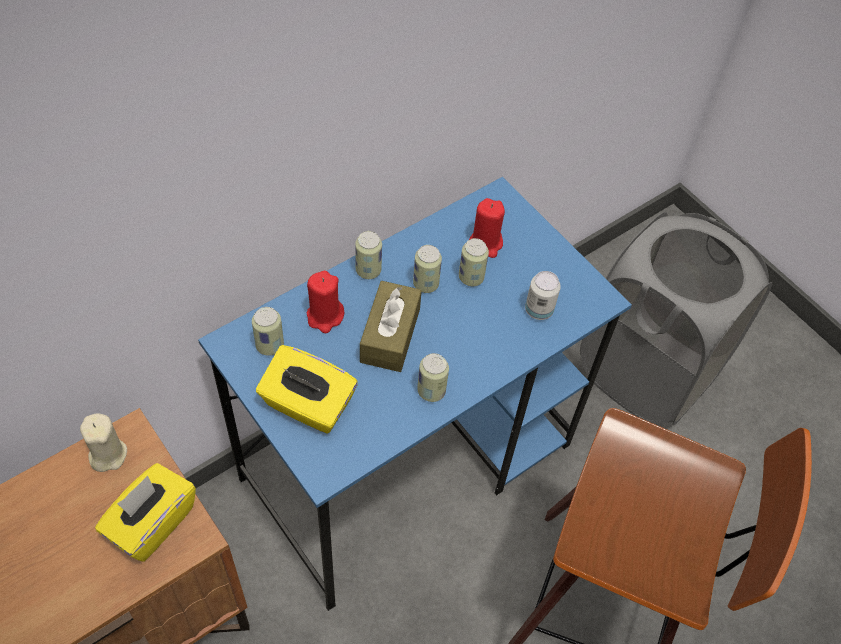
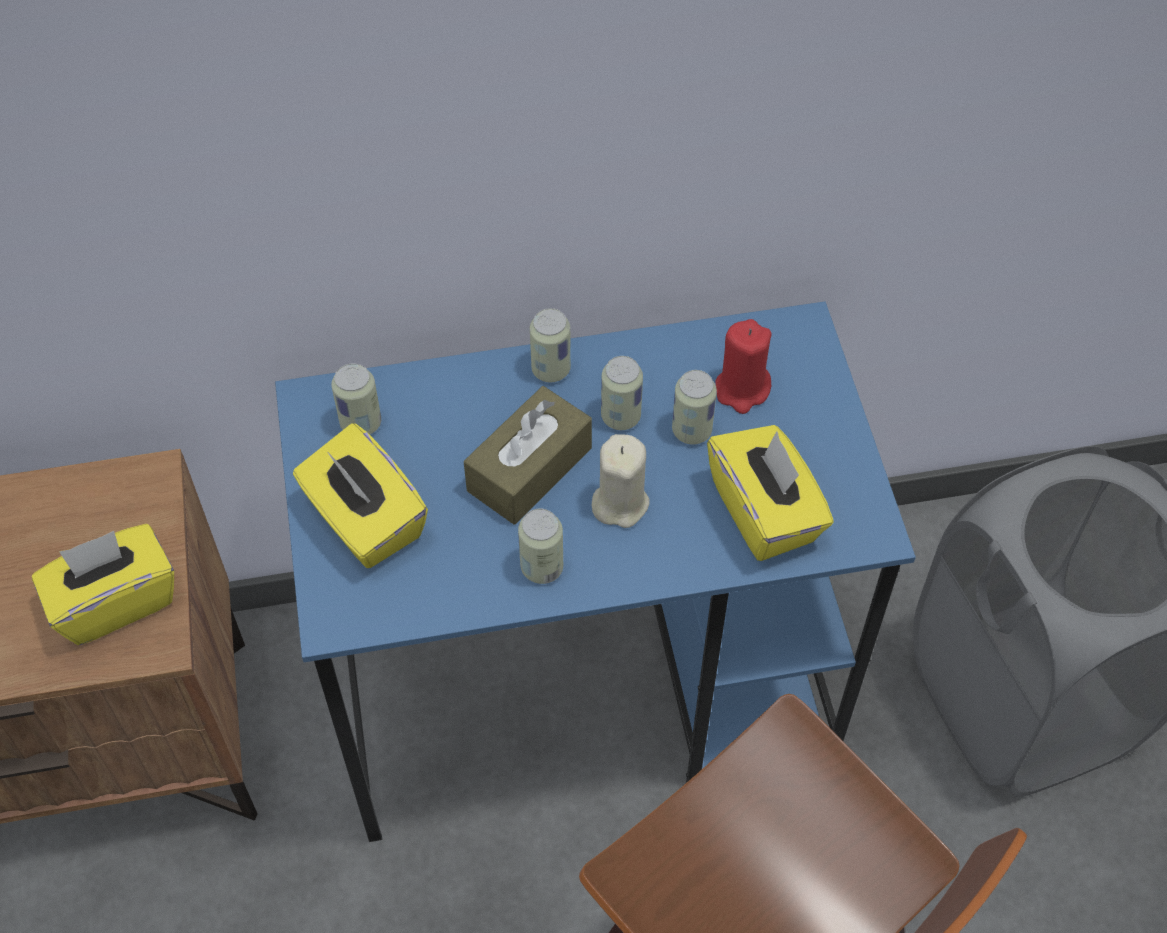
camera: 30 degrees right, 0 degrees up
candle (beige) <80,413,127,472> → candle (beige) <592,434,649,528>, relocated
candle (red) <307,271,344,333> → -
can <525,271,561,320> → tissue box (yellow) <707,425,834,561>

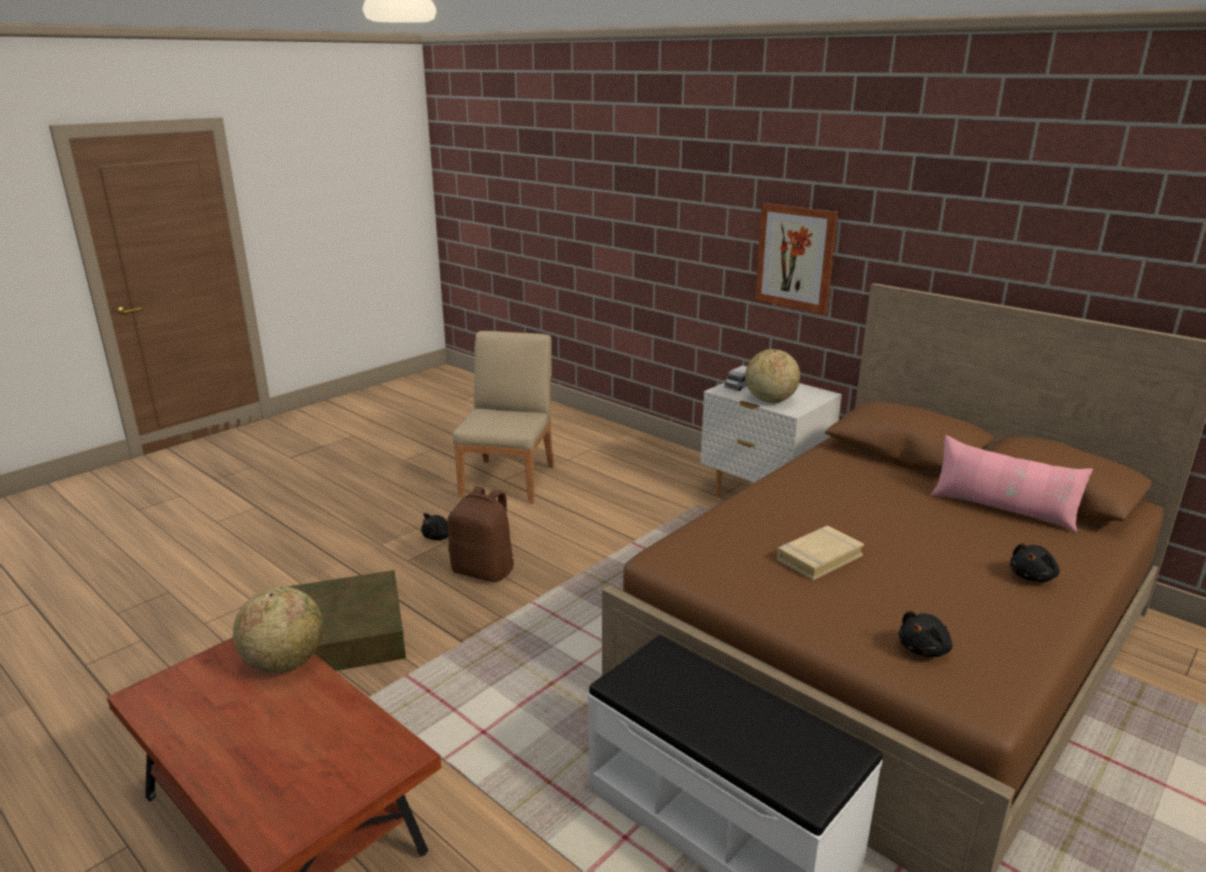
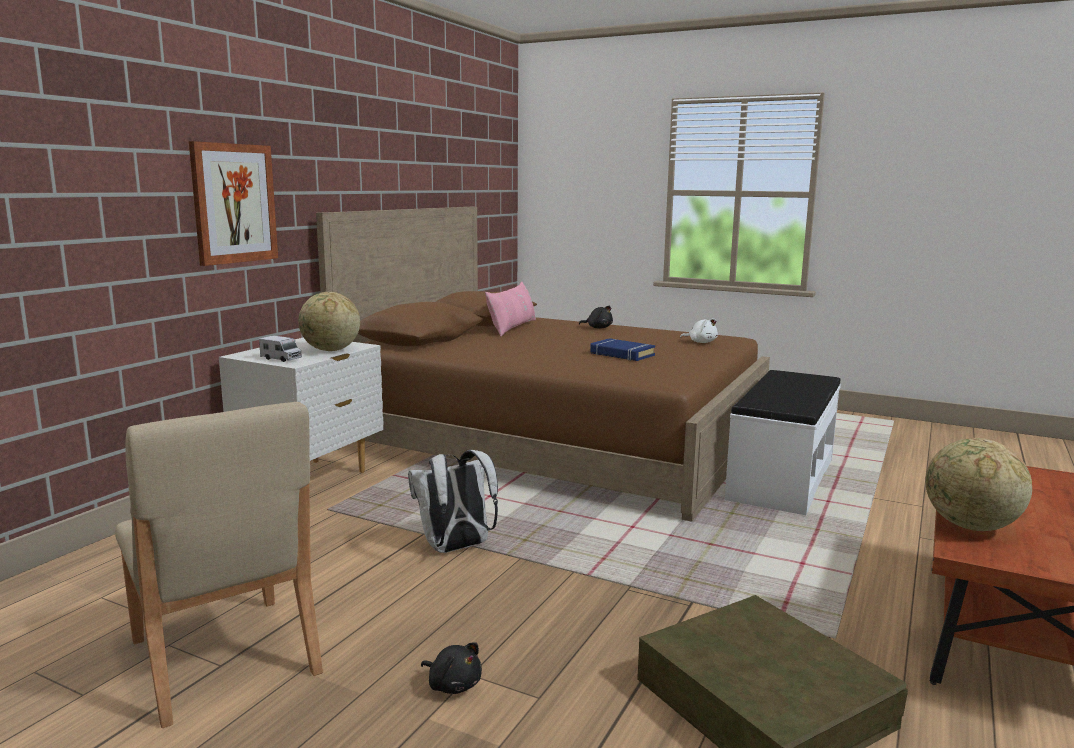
camera: 105 degrees left, 10 degrees down
backpack (brown) <448,486,514,582> → -
chair (beige) <453,331,554,504> → chair (beige) <115,402,323,728>, 120 degrees counterclockwise
book (beige) <777,526,864,580> → book (blue) <590,338,655,361>
plush toy (black) <899,611,953,657> → plush toy (white) <680,318,718,343>
- → backpack (white) <408,450,498,553>

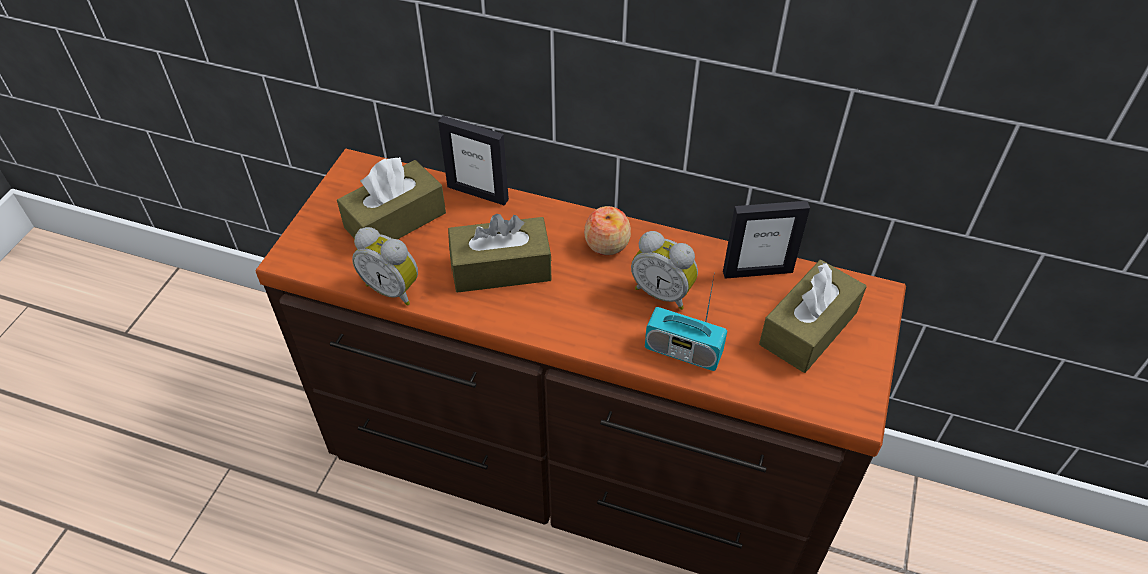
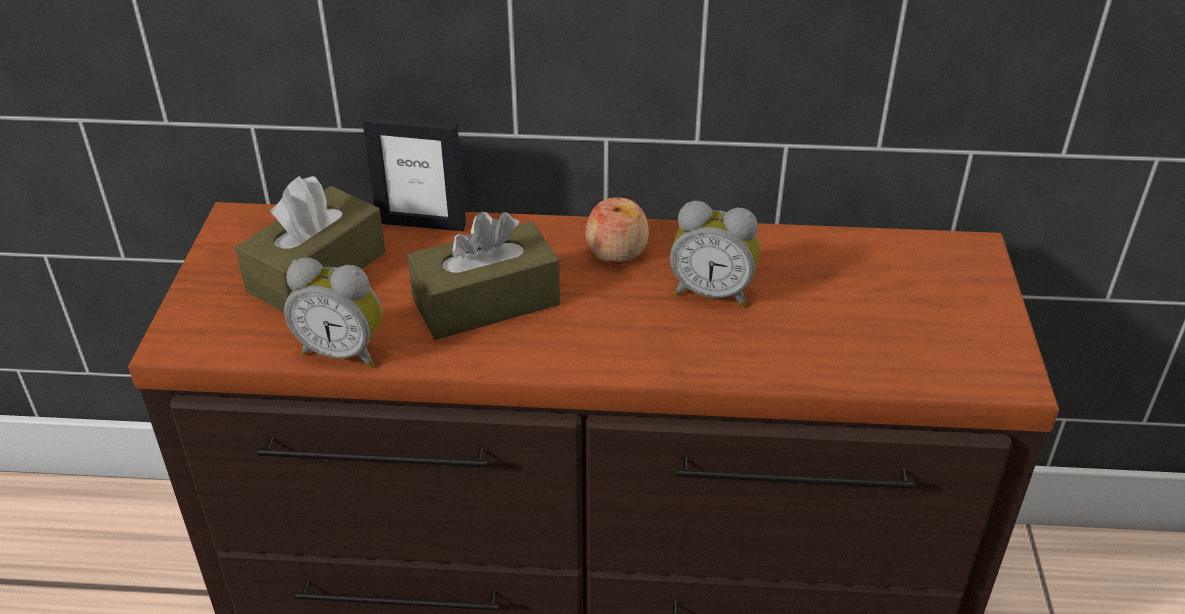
camera: 15 degrees left, 10 degrees down
radio <645,277,727,371> → -
picture frame <723,201,810,279> → -
tissue box (brown) <759,260,867,373> → -

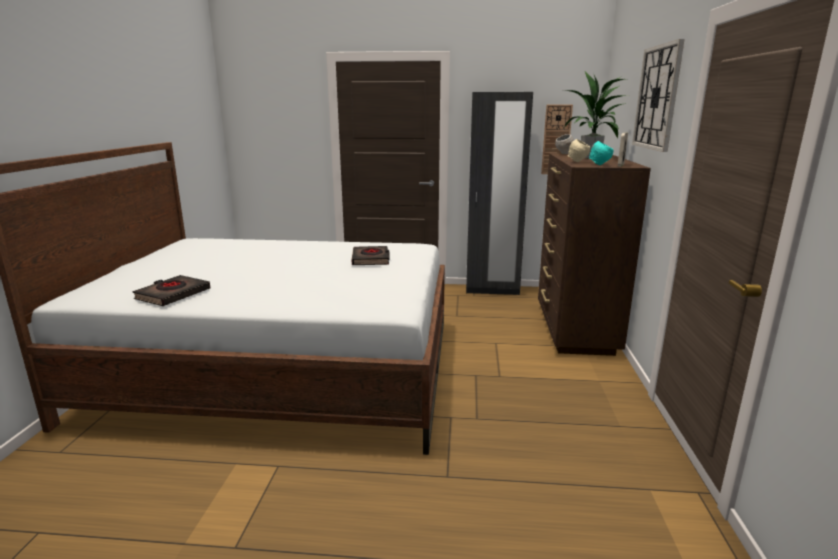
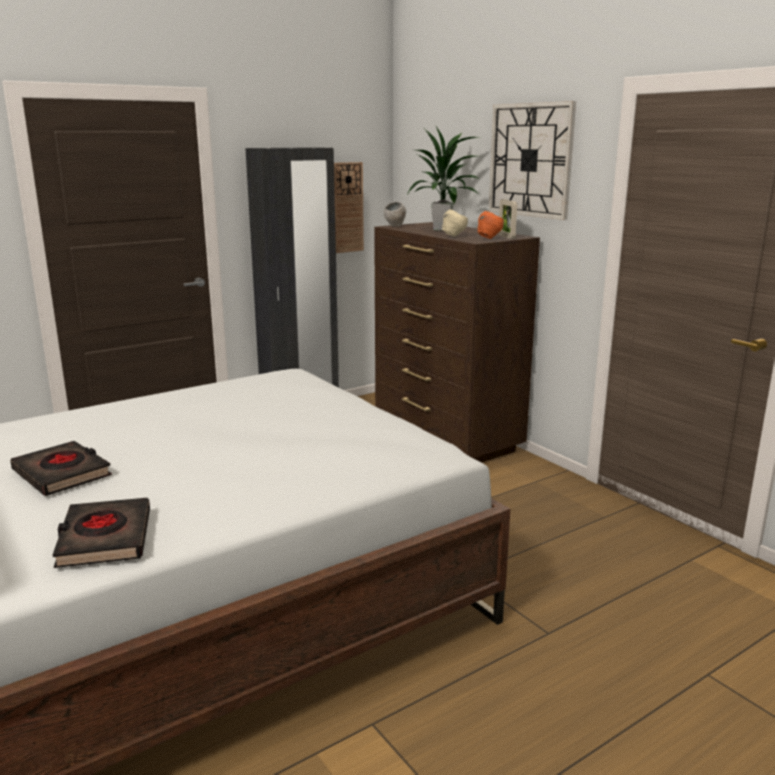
camera: 40 degrees left, 0 degrees up
book (black) <352,246,390,265> → book (black) <10,441,112,496>, relocated
bowl (turquoise) <589,141,614,165> → bowl (orange) <477,211,504,239>

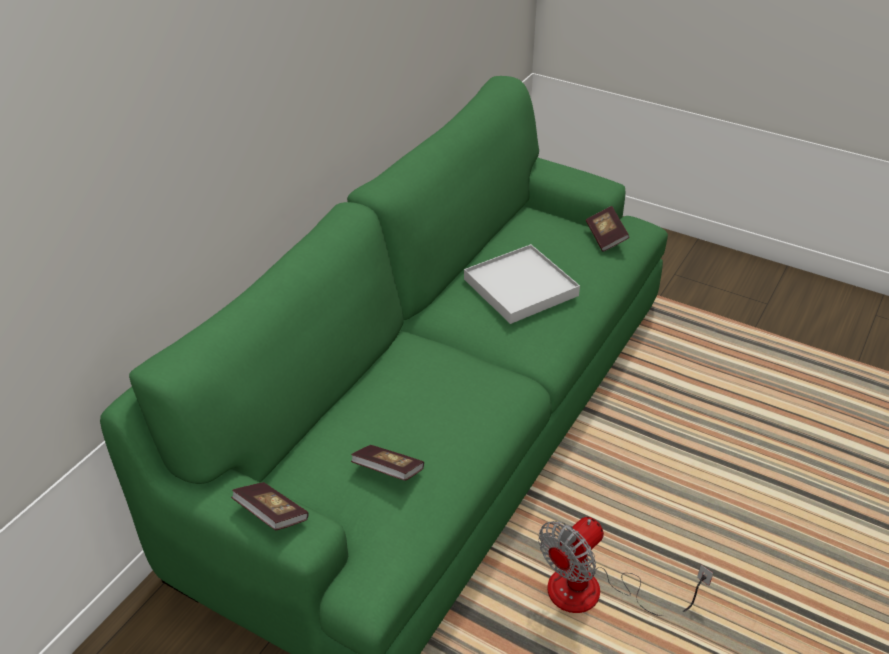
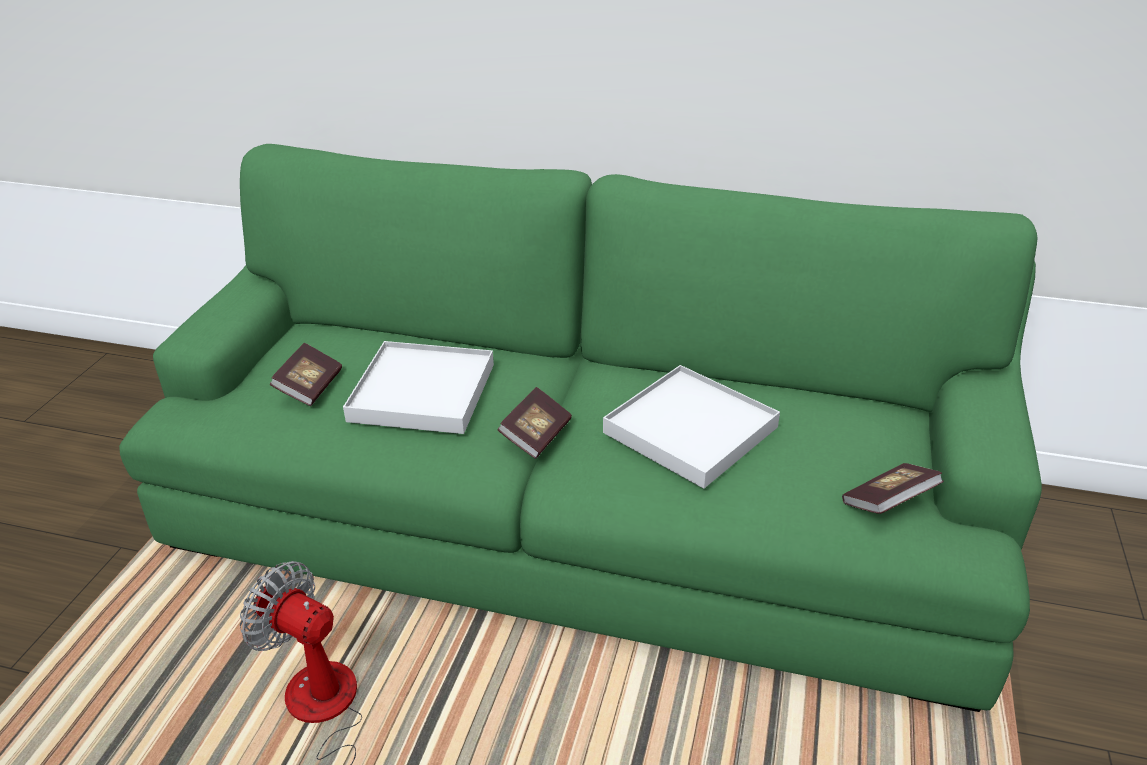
camera: 75 degrees right, 5 degrees down
book <231,482,309,530> → book <498,387,572,459>, relocated
- → tray (white) <343,341,494,434>

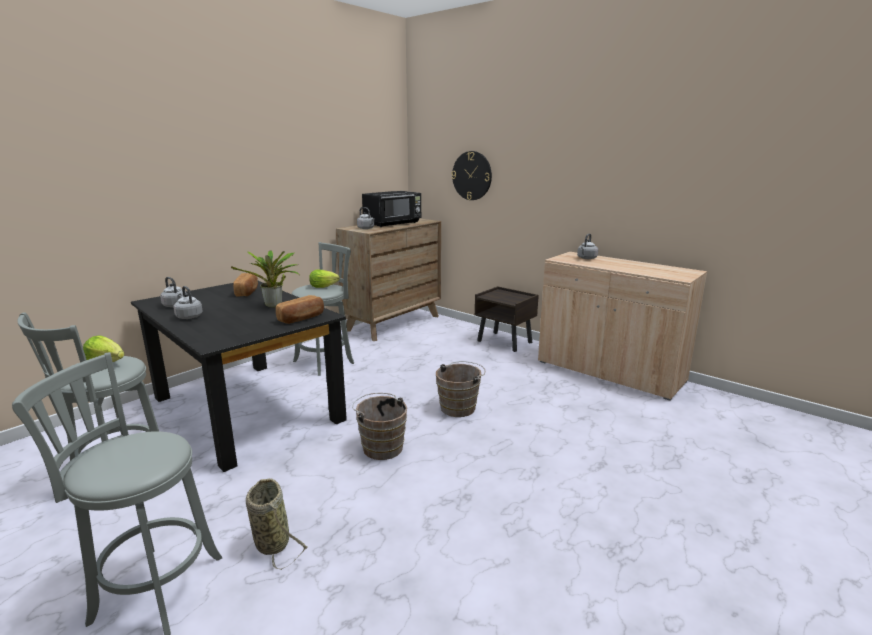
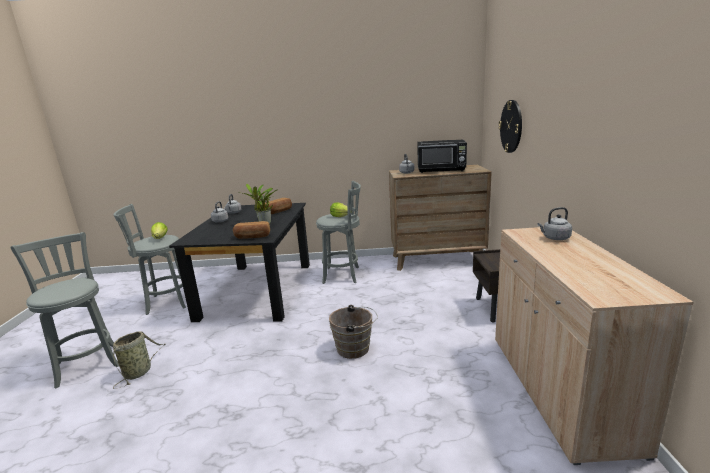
camera: 50 degrees right, 0 degrees up
bucket (brown) <352,393,407,460> → -

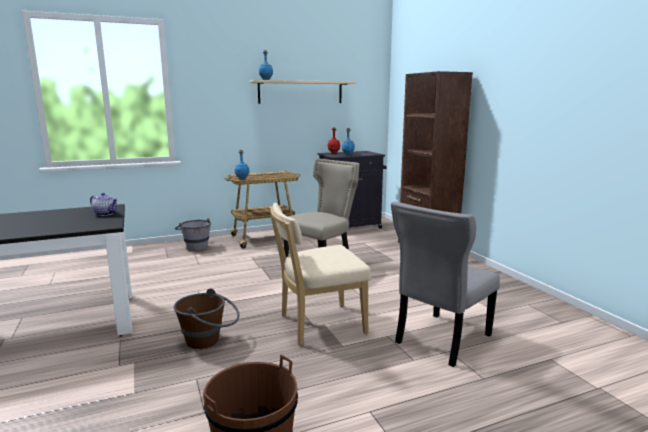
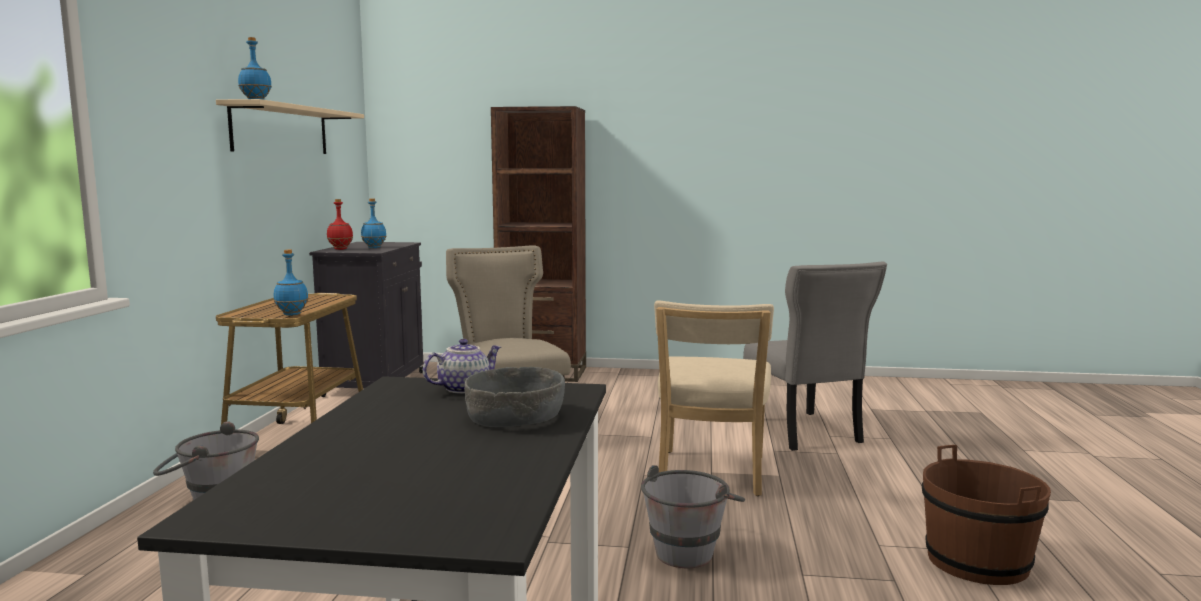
camera: 60 degrees left, 5 degrees down
bucket (brown) <174,288,239,349> → bucket (grey) <641,465,745,568>
- → bowl (grey) <464,367,565,427>

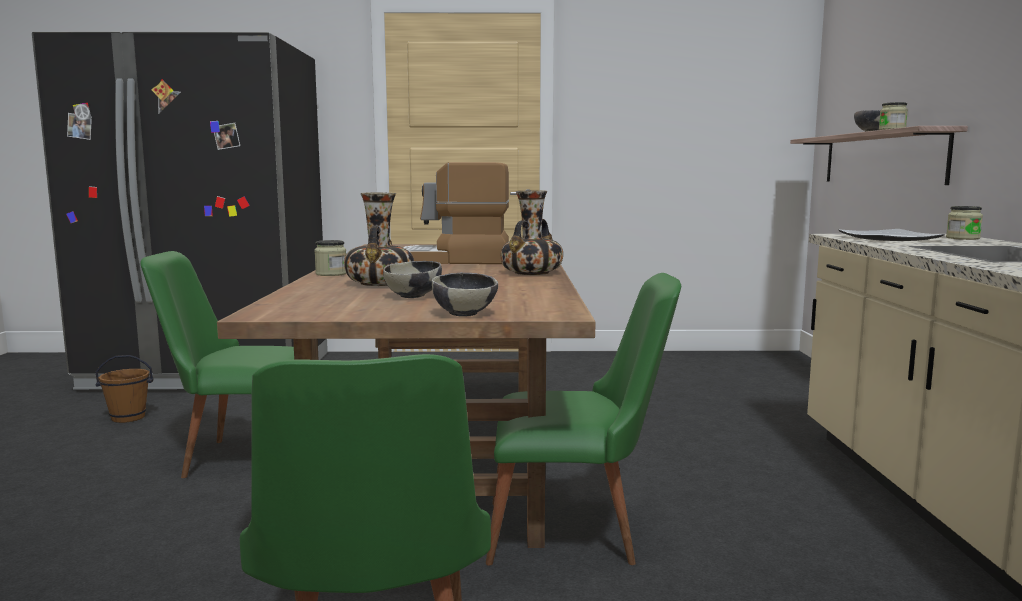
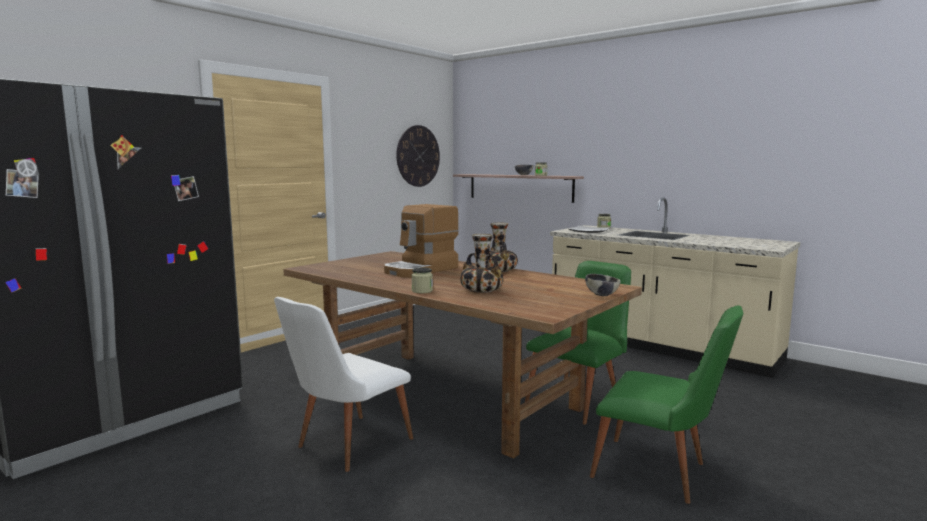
camera: 50 degrees left, 0 degrees up
bucket (brown) <96,355,154,423> → -
chair (green) <140,251,294,478> → chair (white) <274,297,413,472>
bowl <383,261,442,298> → -
- → wall clock <396,125,440,187>

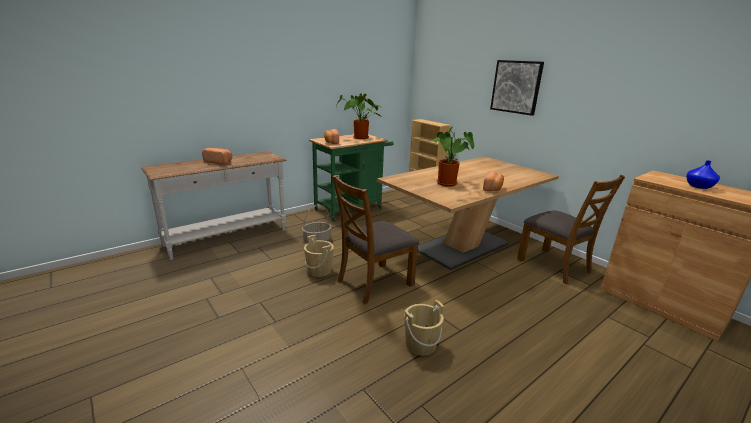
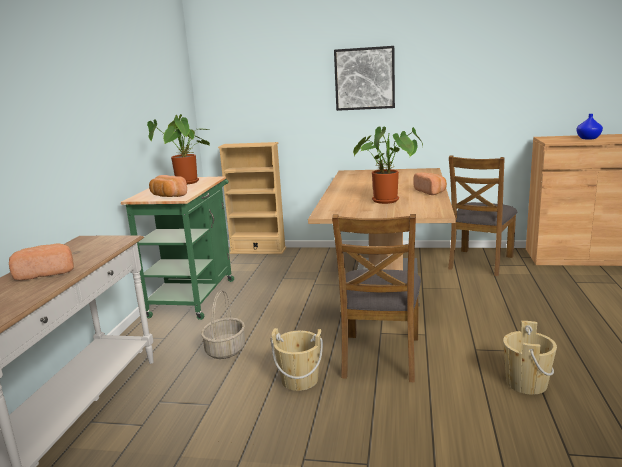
camera: 40 degrees left, 5 degrees down
chair (brown) <517,175,625,284> → chair (brown) <448,155,518,276>, 105 degrees clockwise

